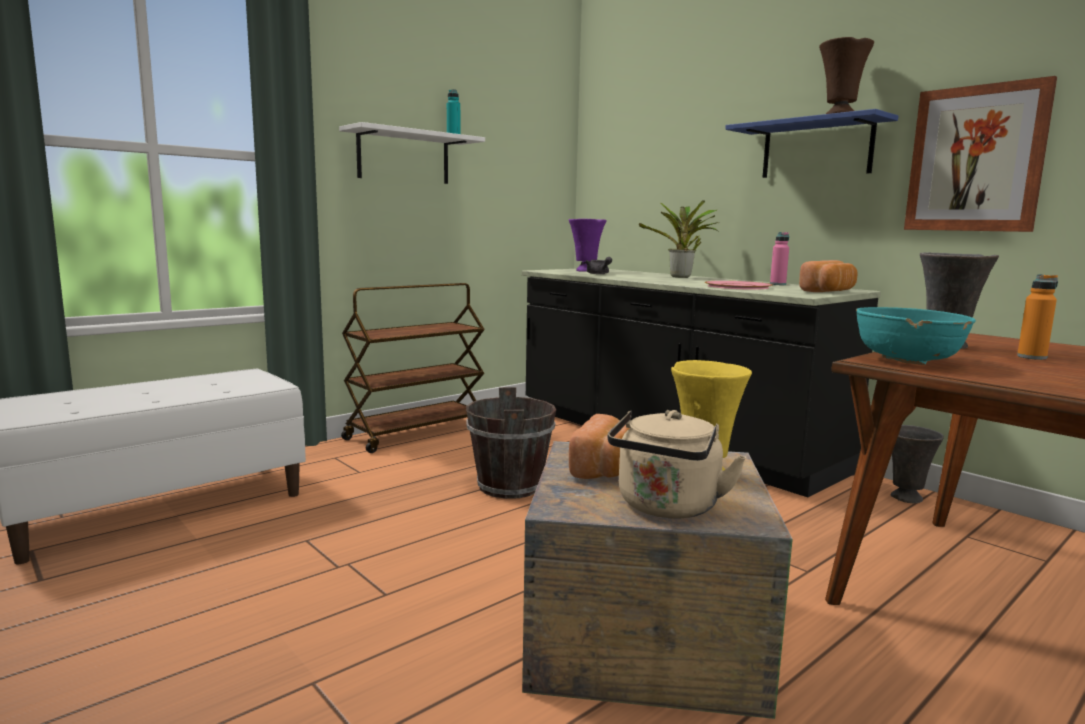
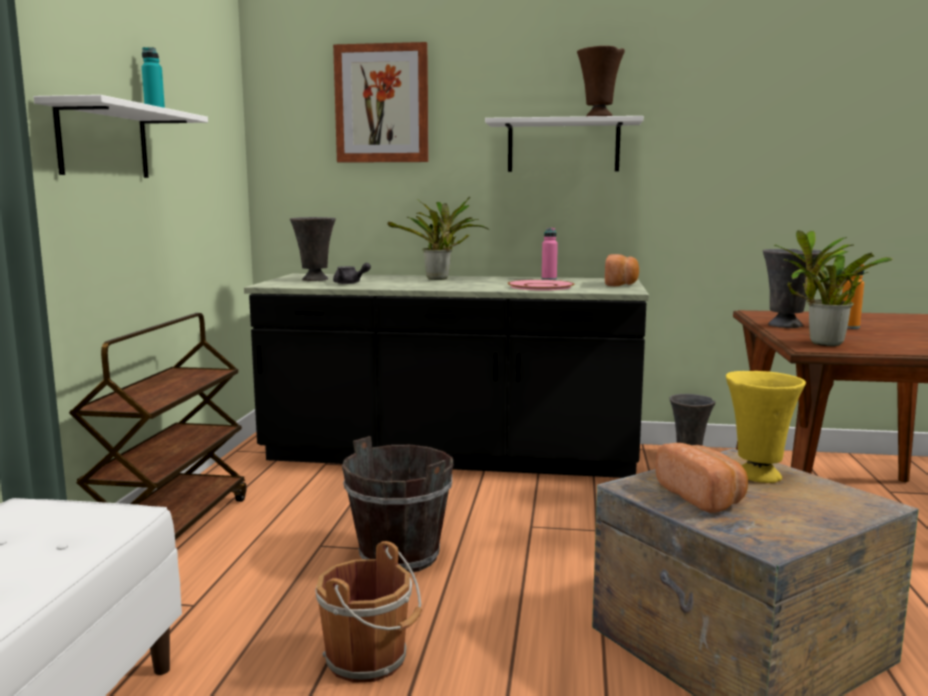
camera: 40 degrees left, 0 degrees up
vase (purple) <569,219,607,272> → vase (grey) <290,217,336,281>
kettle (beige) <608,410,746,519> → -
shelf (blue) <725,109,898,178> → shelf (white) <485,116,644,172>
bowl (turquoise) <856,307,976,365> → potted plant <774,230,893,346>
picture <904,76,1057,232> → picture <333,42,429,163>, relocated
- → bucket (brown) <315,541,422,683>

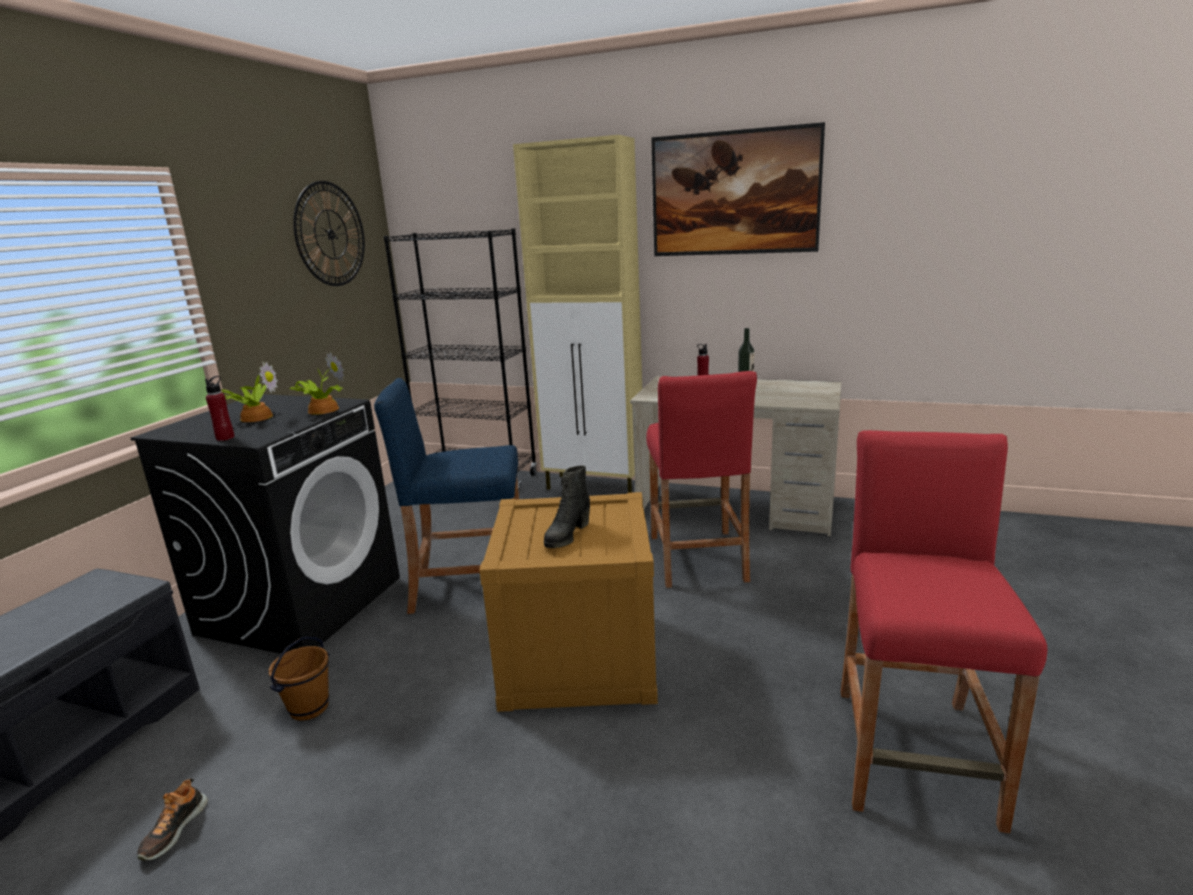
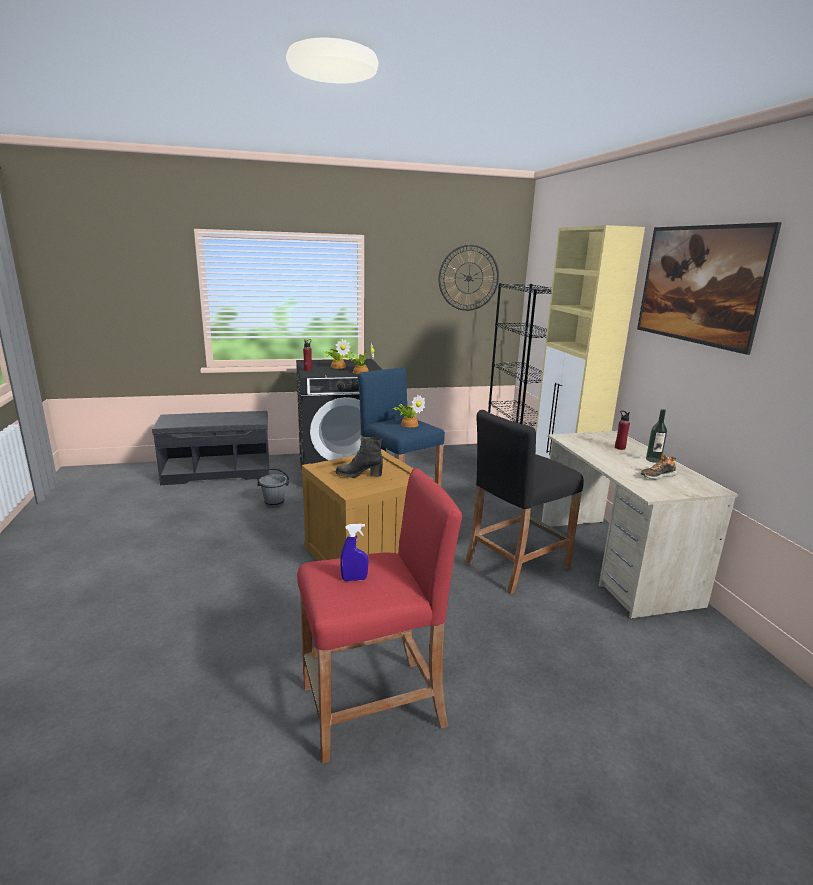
camera: 55 degrees right, 0 degrees up
shoe <137,779,208,861> → shoe <641,454,677,479>, relocated
bucket (brown) <269,636,329,721> → bucket (grey) <257,469,289,508>
stool (red) <646,371,757,588> → stool (black) <465,410,584,594>
- → spray bottle (blue) <340,523,368,581>
- → potted plant <392,395,426,427>

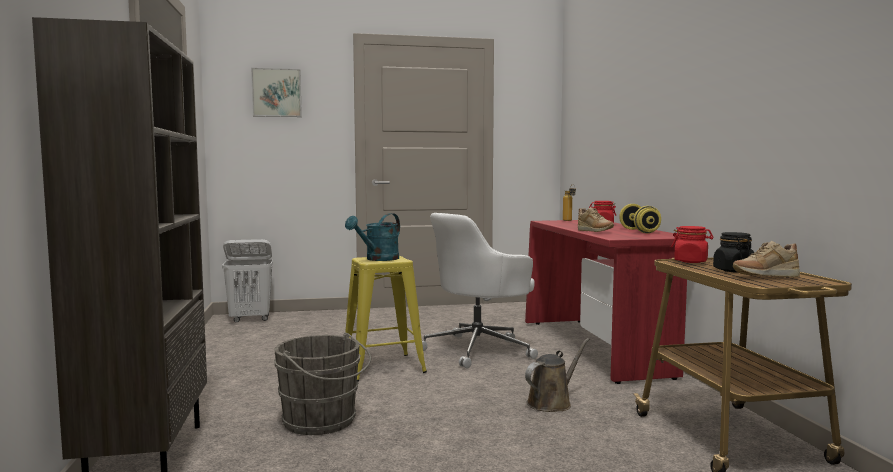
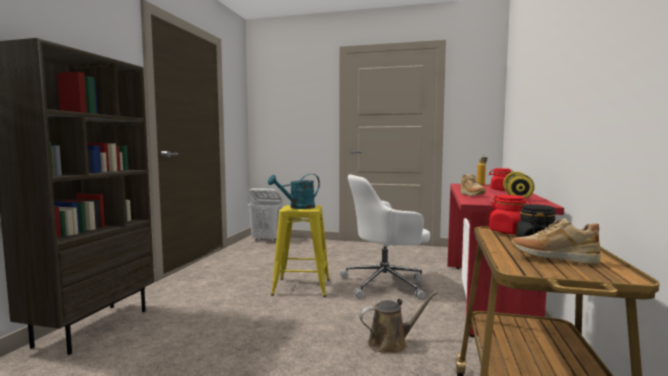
camera: 25 degrees right, 0 degrees up
picture <251,68,302,117> → -
bucket (grey) <274,333,371,435> → -

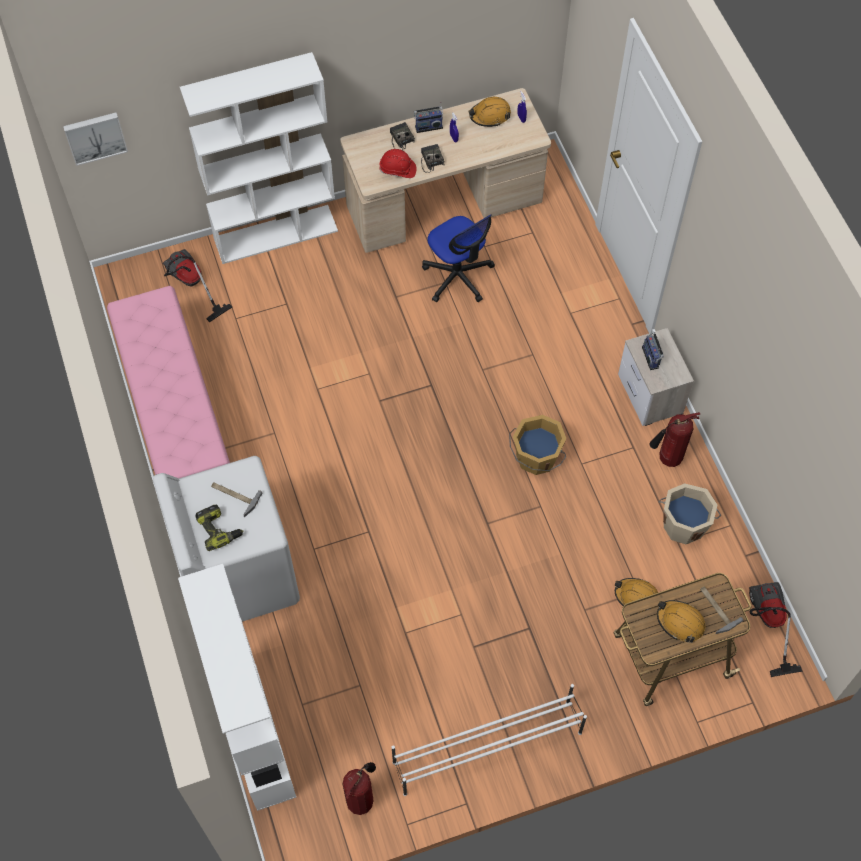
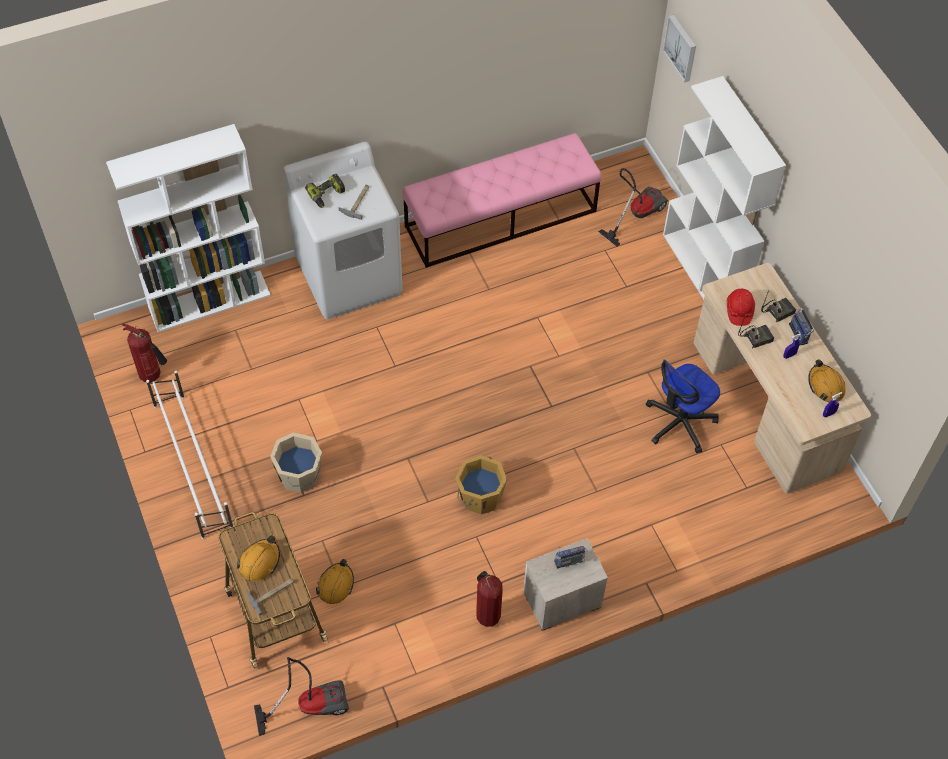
camera: 85 degrees right, 5 degrees down
bucket (beige) <658,483,721,544> → bucket (beige) <270,433,322,493>, relocated

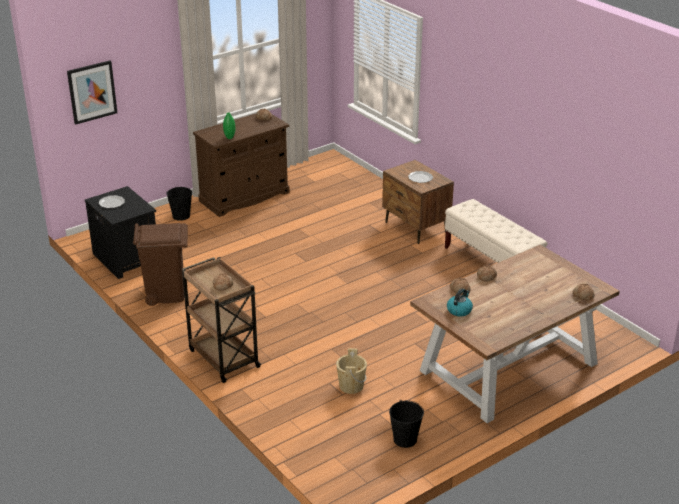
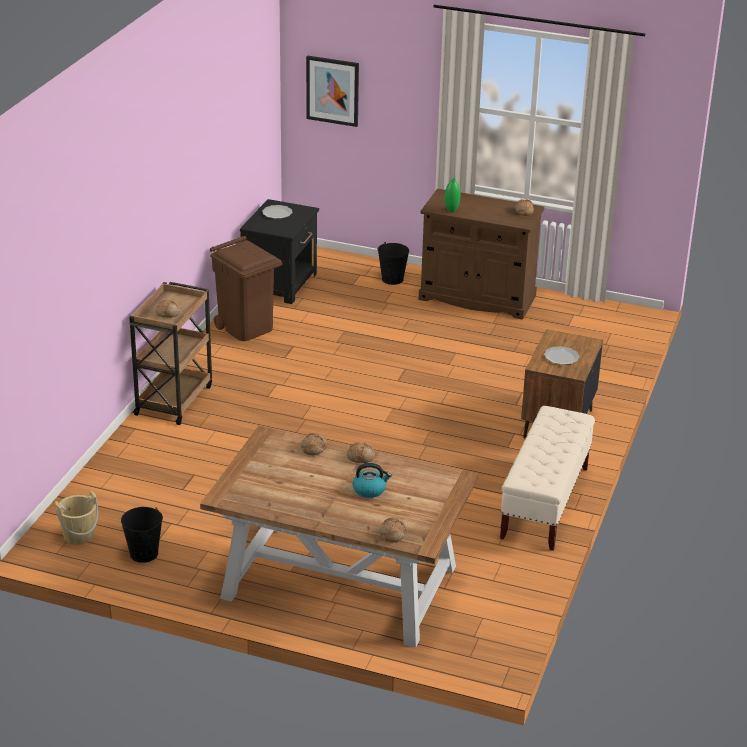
camera: 55 degrees right, 0 degrees up
bucket (beige) <336,348,367,394> → bucket (beige) <55,491,98,545>, relocated
kettle <447,289,473,317> → kettle <352,463,392,498>, relocated

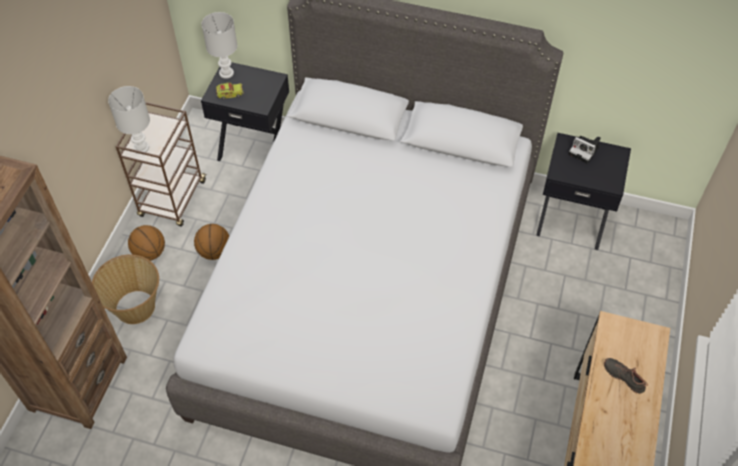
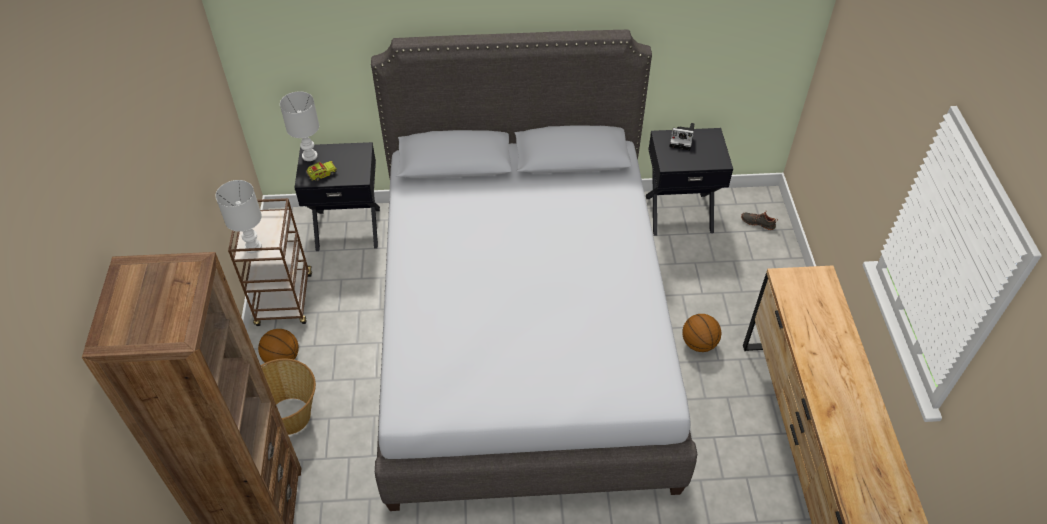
camera: 20 degrees left, 5 degrees down
basketball <194,224,229,260> → basketball <682,314,722,352>, relocated
shoe (black) <604,358,648,394> → shoe (black) <741,210,778,230>, relocated

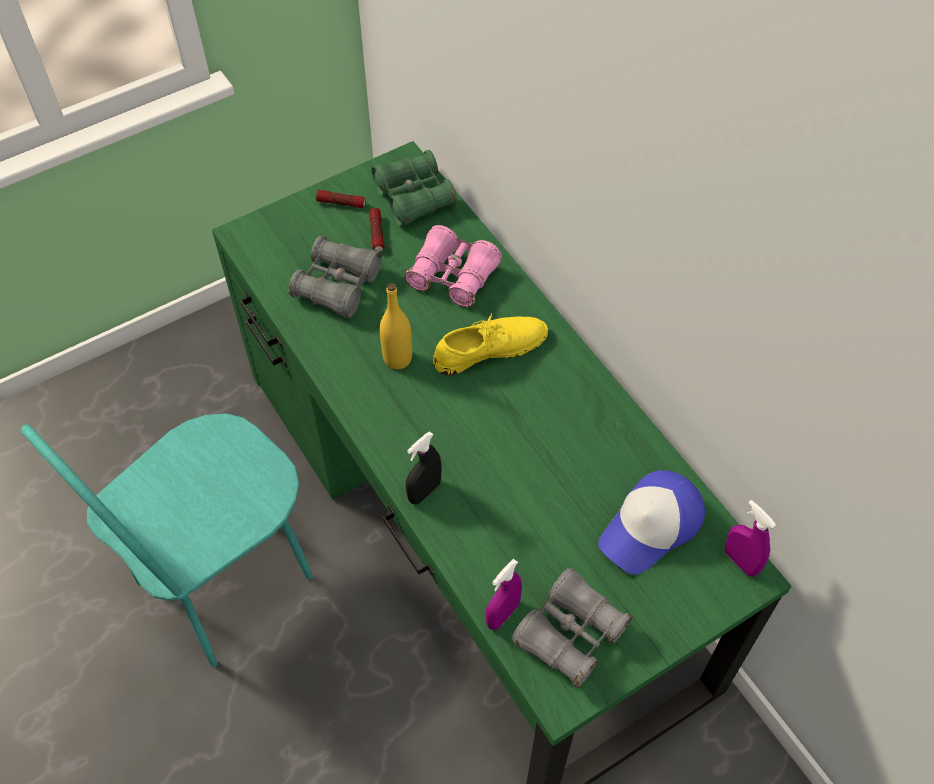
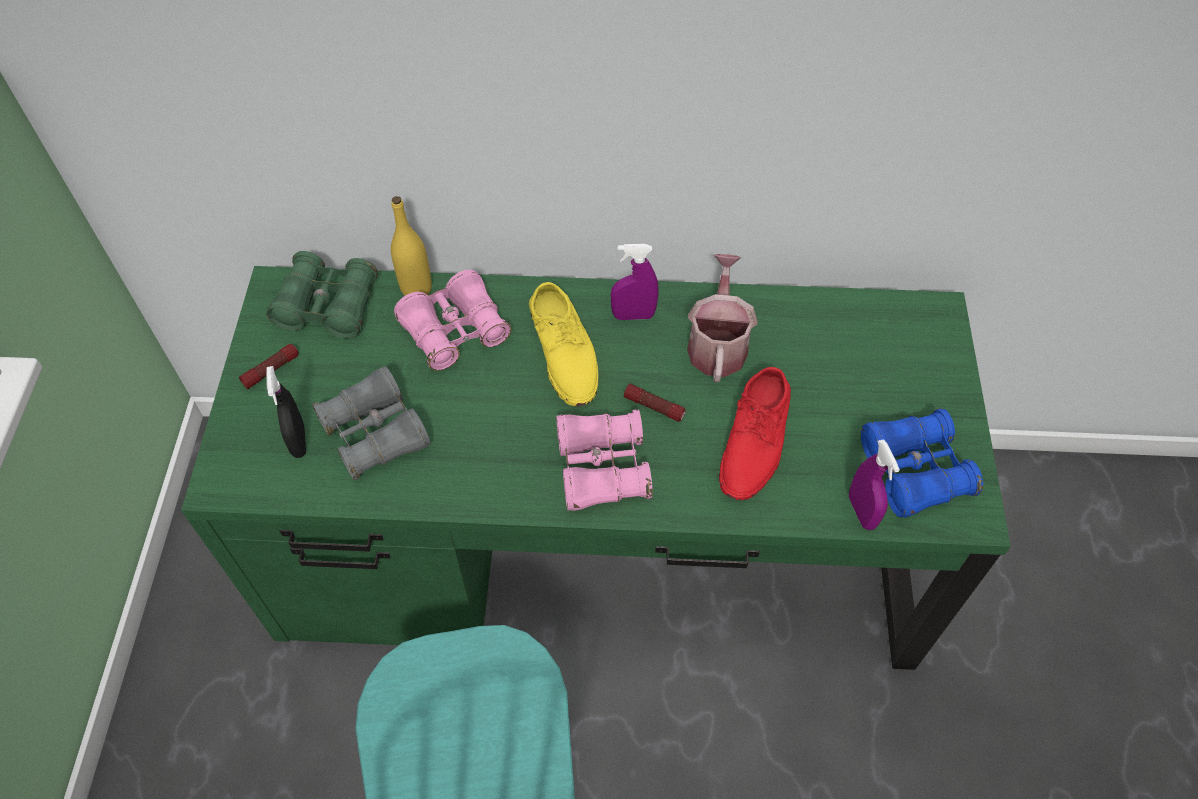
camera: 55 degrees left, 0 degrees up
flashlight <369,208,385,252> → flashlight <624,384,686,422>, relocated
bottle (yellow) <380,283,412,369> → bottle (yellow) <391,196,432,296>, relocated
spray bottle (black) <406,431,442,504> → spray bottle (black) <266,366,306,458>, relocated
shoe (yellow) <433,313,548,375> → shoe (yellow) <529,282,598,406>, 150 degrees clockwise
binoculars (grey) <512,568,632,688> → binoculars (blue) <861,408,983,517>
cap <598,470,705,574> → -
spray bottle (purple) <725,500,776,576> → spray bottle (purple) <611,244,659,320>, relocated
- → binoculars (pink) <556,409,653,511>
- → watering can <687,254,758,382>
- → shoe (red) <719,367,791,500>

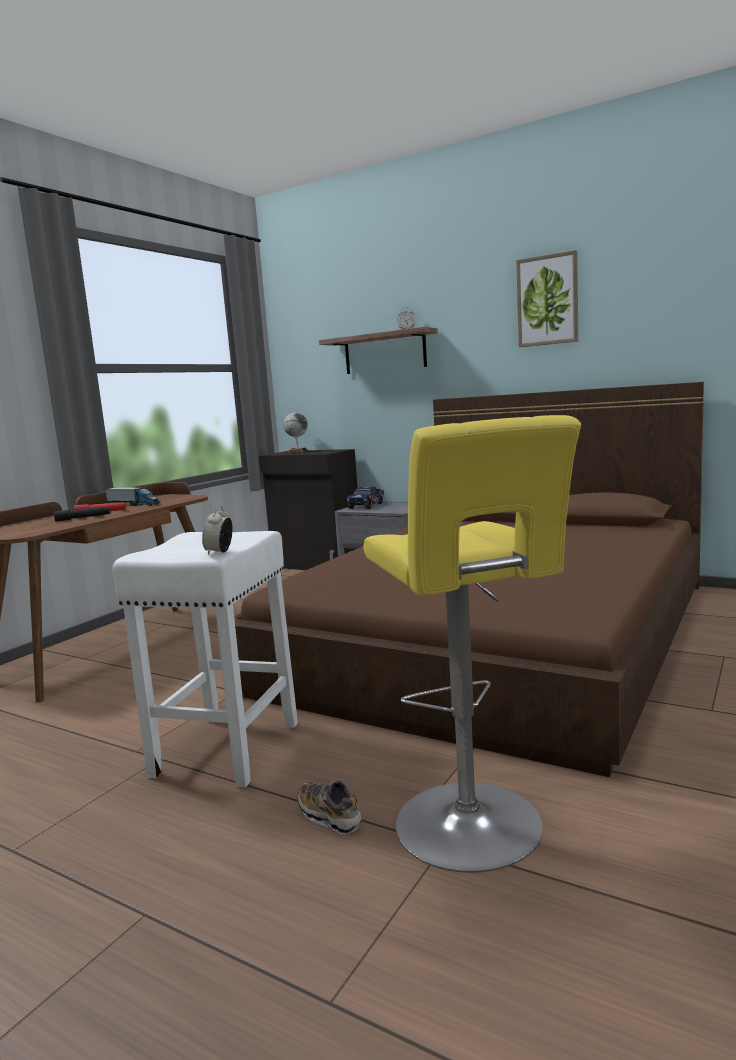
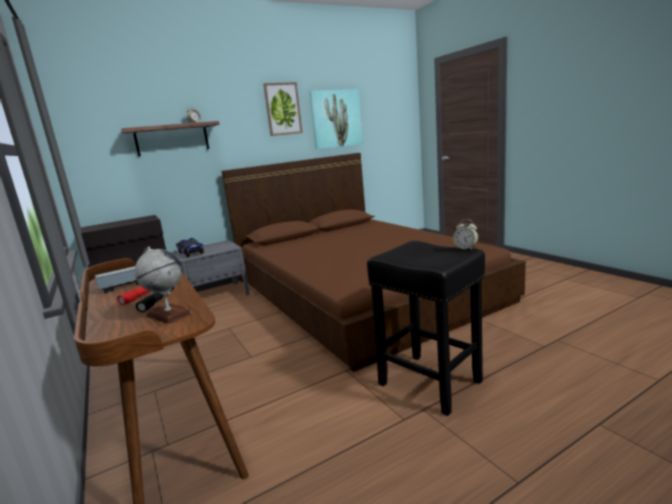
camera: 60 degrees left, 5 degrees up
stool (white) <113,531,298,788> → stool (black) <367,241,485,416>
globe <283,411,308,453> → globe <135,247,192,324>, relocated
shoe <298,780,362,835> → -
stool (yellow) <363,415,581,873> → -
- → picture <309,89,363,149>

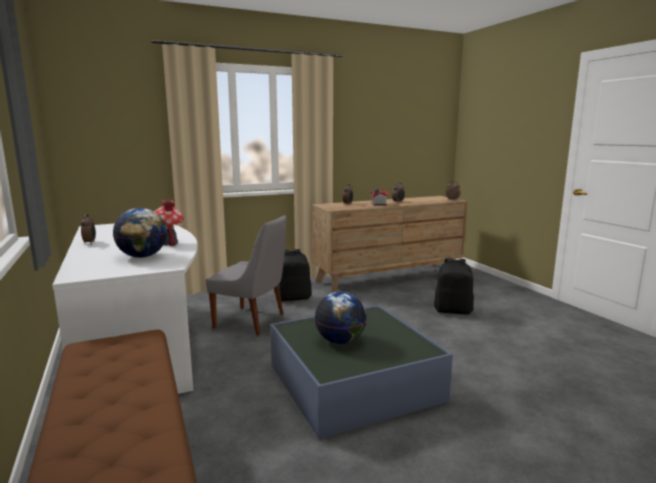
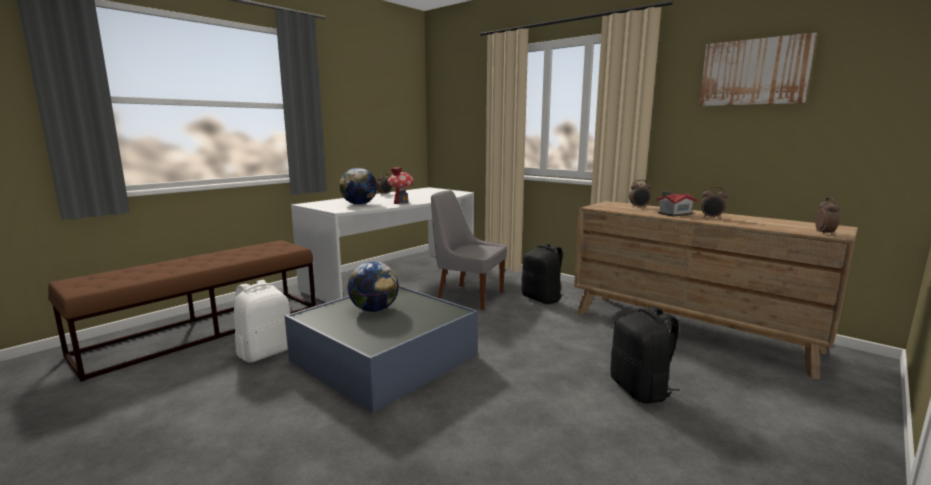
camera: 65 degrees right, 0 degrees up
chair (grey) <206,215,287,336> → chair (grey) <431,190,507,310>, 120 degrees clockwise
- → backpack (white) <234,280,290,363>
- → picture <699,32,817,106>

